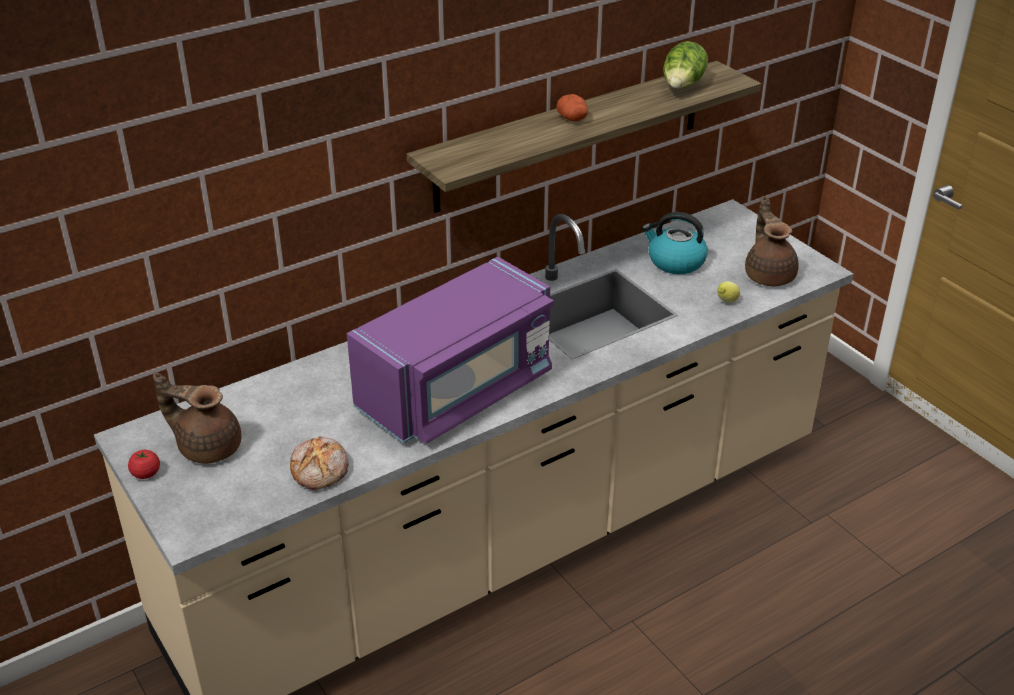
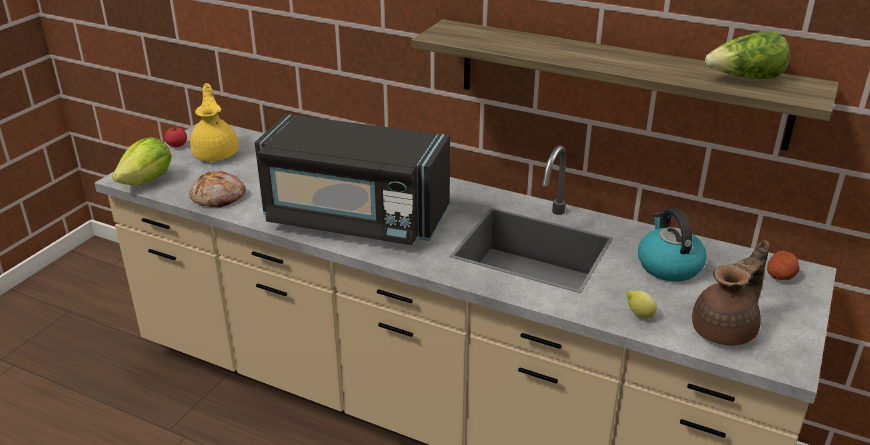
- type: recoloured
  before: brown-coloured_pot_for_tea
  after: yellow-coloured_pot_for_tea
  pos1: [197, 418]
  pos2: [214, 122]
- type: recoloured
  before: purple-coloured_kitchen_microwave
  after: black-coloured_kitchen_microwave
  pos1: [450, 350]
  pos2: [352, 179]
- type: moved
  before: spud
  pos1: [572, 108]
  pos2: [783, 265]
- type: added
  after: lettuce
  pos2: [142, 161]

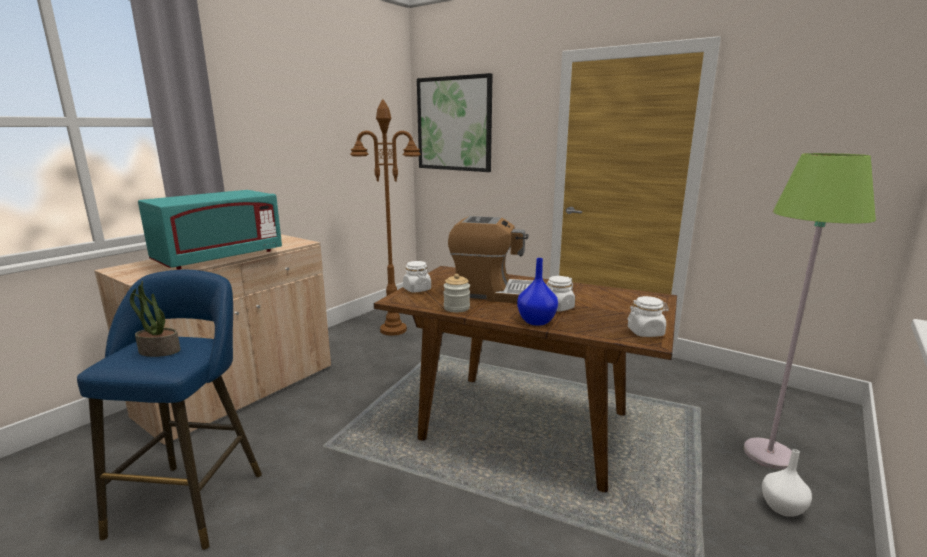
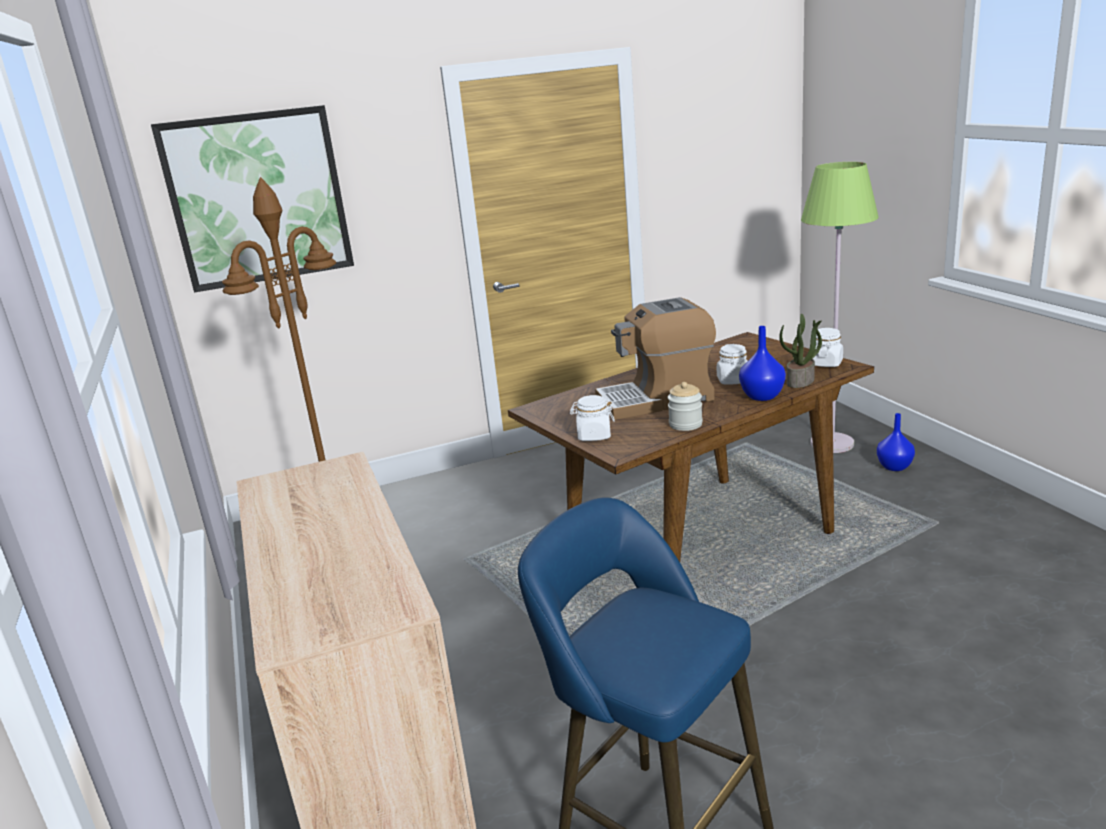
- type: moved
  before: potted_plant
  pos1: [155, 318]
  pos2: [800, 351]
- type: removed
  before: turquoise_kitchen_microwave
  pos1: [210, 230]
- type: turned
  before: coffee_machine
  pos1: [491, 259]
  pos2: [655, 358]
  turn: -150
- type: recoloured
  before: white_decorative_vase
  after: bluish_decorative_vase
  pos1: [787, 483]
  pos2: [896, 442]

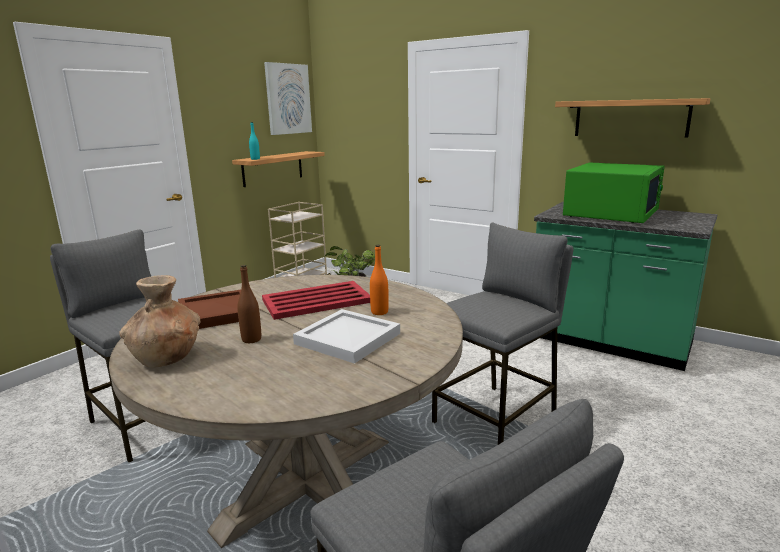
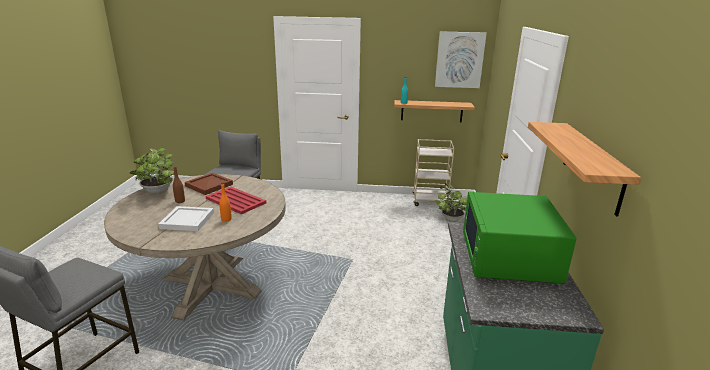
- type: replaced
  before: brown-coloured_decorative_vase
  after: potted_plant
  pos1: [160, 321]
  pos2: [152, 171]
- type: removed
  before: grey_stool
  pos1: [503, 333]
- type: turned
  before: greenish_kitchen_microwave
  pos1: [614, 192]
  pos2: [520, 238]
  turn: 90

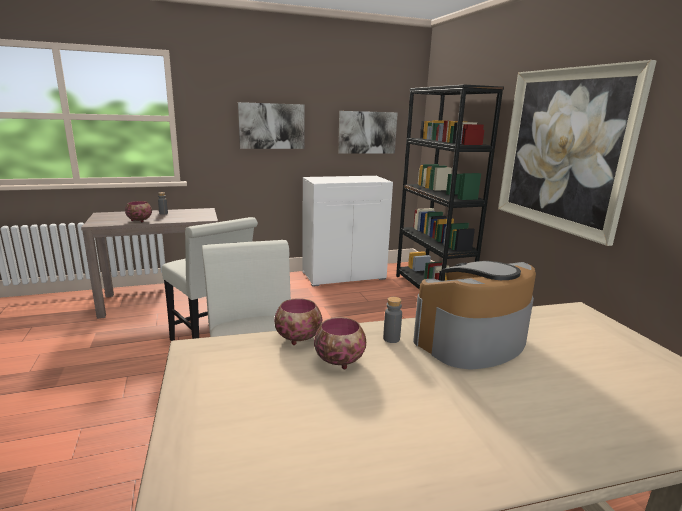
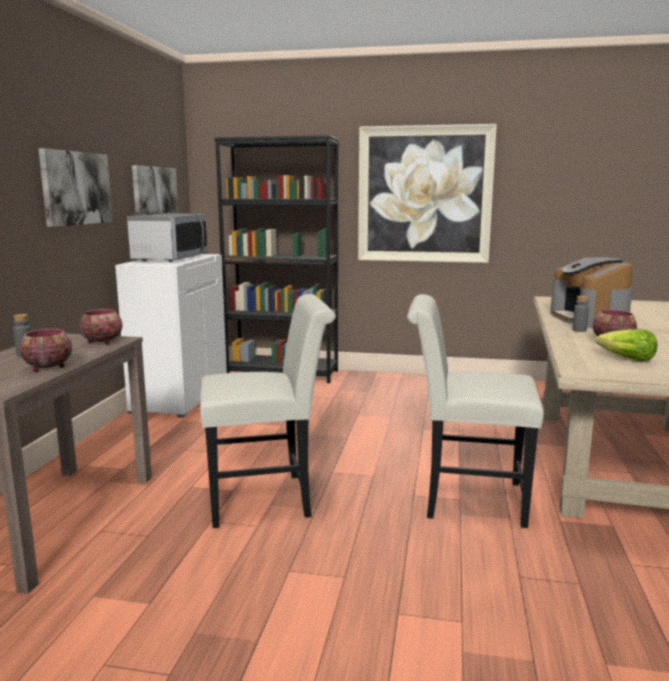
- type: moved
  before: deep_dish
  pos1: [298, 321]
  pos2: [101, 327]
- type: added
  after: kitchen_microwave
  pos2: [167, 238]
- type: added
  after: lettuce
  pos2: [627, 345]

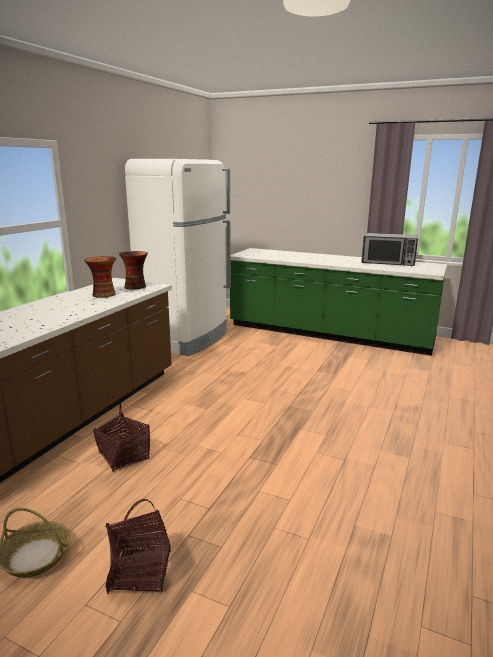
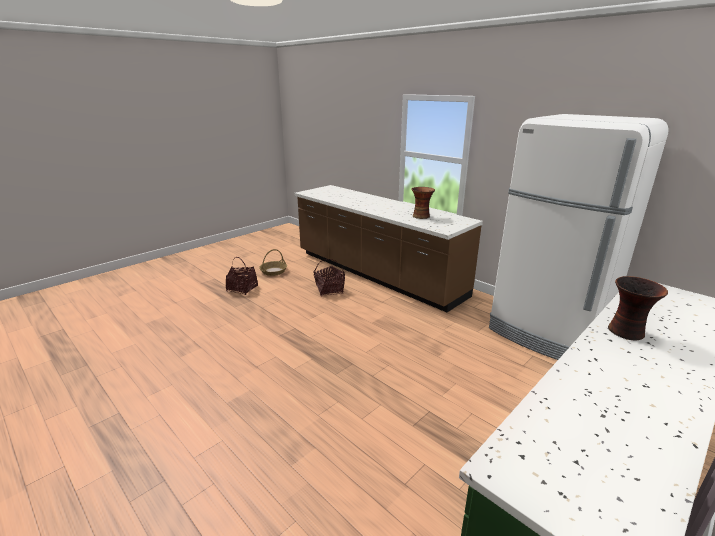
- type: moved
  before: decorative_vase
  pos1: [133, 270]
  pos2: [638, 308]
- type: removed
  before: kitchen_microwave
  pos1: [390, 249]

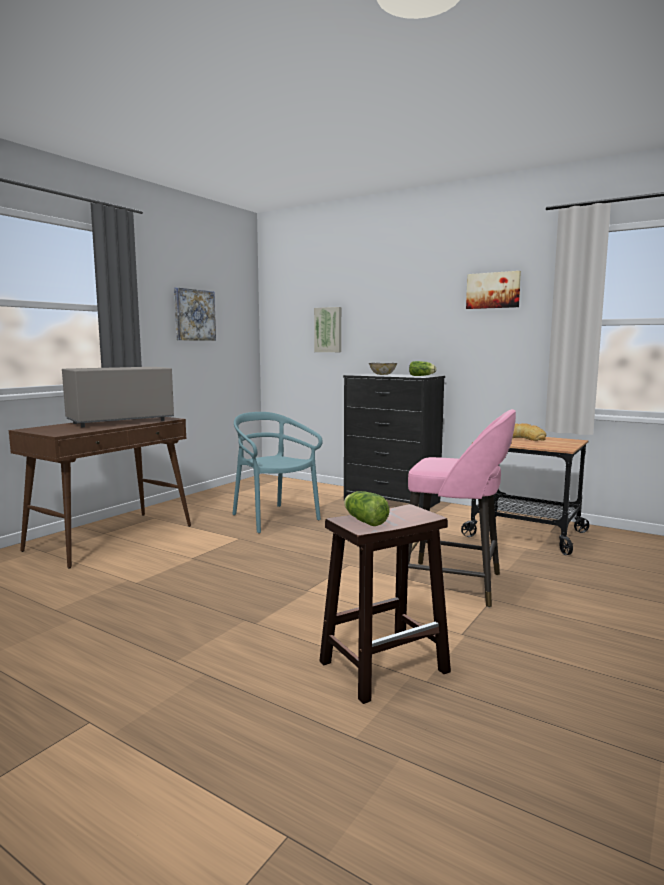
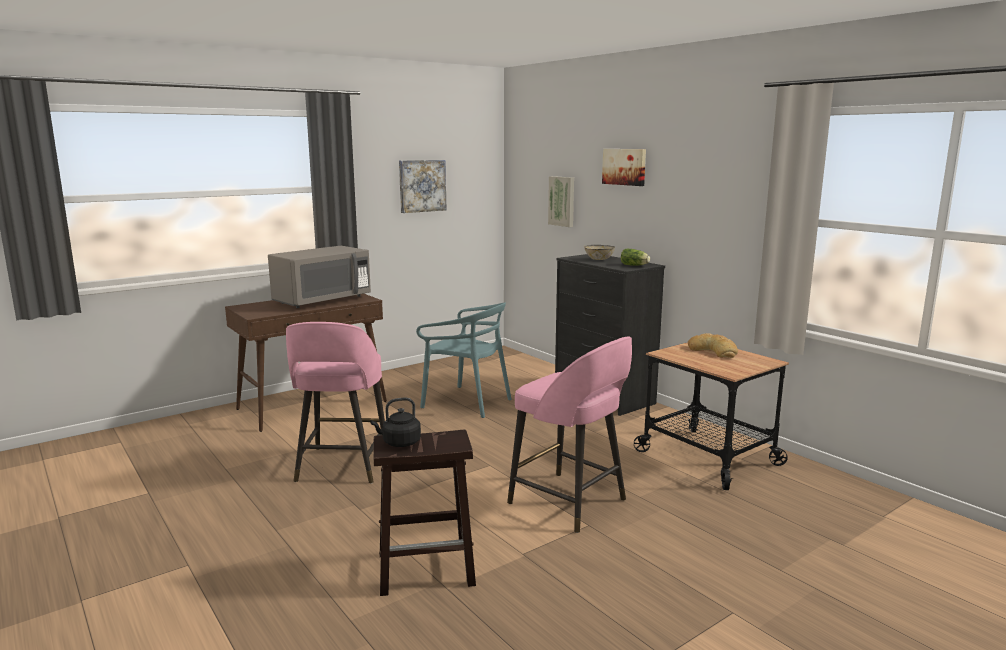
- type: turned
  before: grey_kitchen_microwave
  pos1: [118, 397]
  pos2: [319, 277]
  turn: 150
- type: turned
  before: turquoise_chair
  pos1: [277, 472]
  pos2: [464, 360]
  turn: 135
- type: replaced
  before: lettuce
  after: black-coloured_tea_kettle
  pos1: [367, 508]
  pos2: [395, 422]
- type: moved
  before: wall_art
  pos1: [493, 290]
  pos2: [624, 167]
- type: added
  after: pink_stool
  pos2: [335, 403]

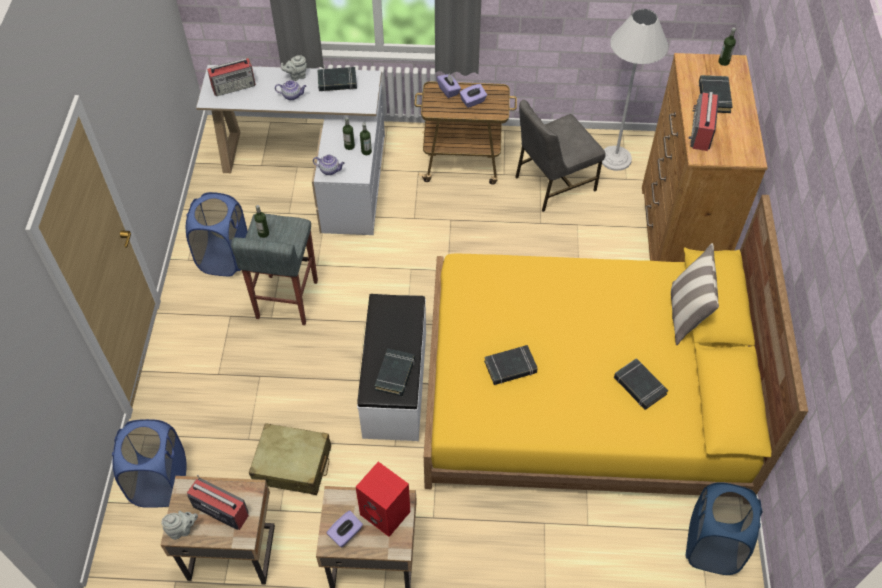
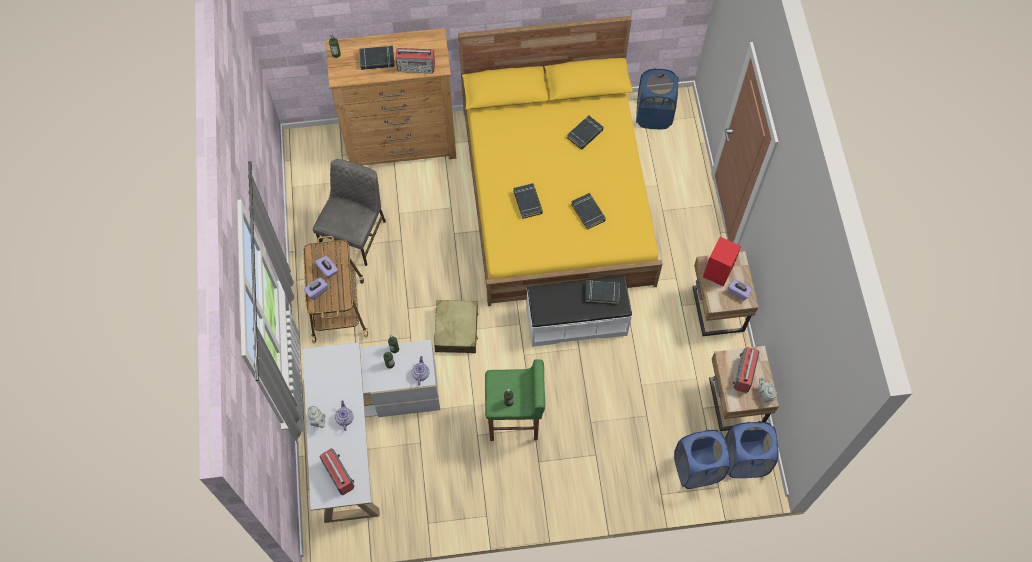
- type: moved
  before: bluish_washing_basket
  pos1: [217, 234]
  pos2: [752, 449]
- type: recoloured
  before: grey_stool
  after: greenish_stool
  pos1: [274, 269]
  pos2: [515, 400]
- type: moved
  before: beige_travel_case
  pos1: [290, 459]
  pos2: [456, 326]
- type: moved
  before: black-coloured_volume
  pos1: [337, 79]
  pos2: [528, 201]
- type: turned
  before: grey_chair
  pos1: [560, 156]
  pos2: [349, 212]
  turn: -120
- type: removed
  before: white_standing_lamp
  pos1: [635, 90]
- type: removed
  before: throw_pillow
  pos1: [695, 294]

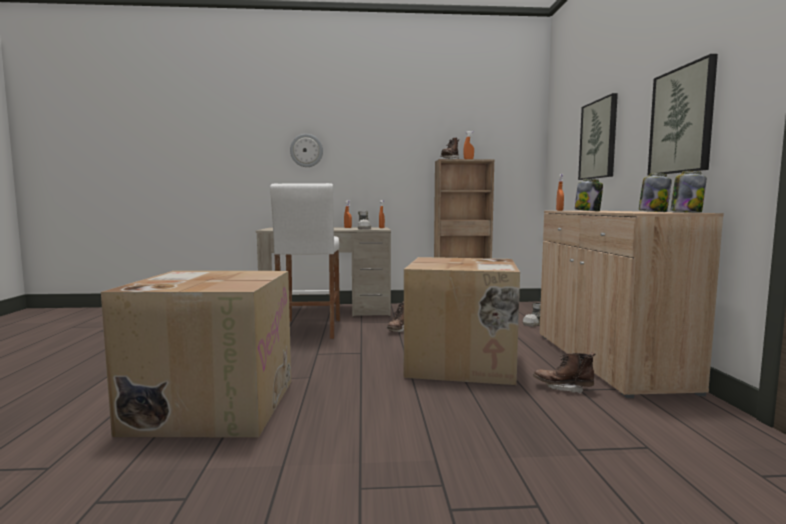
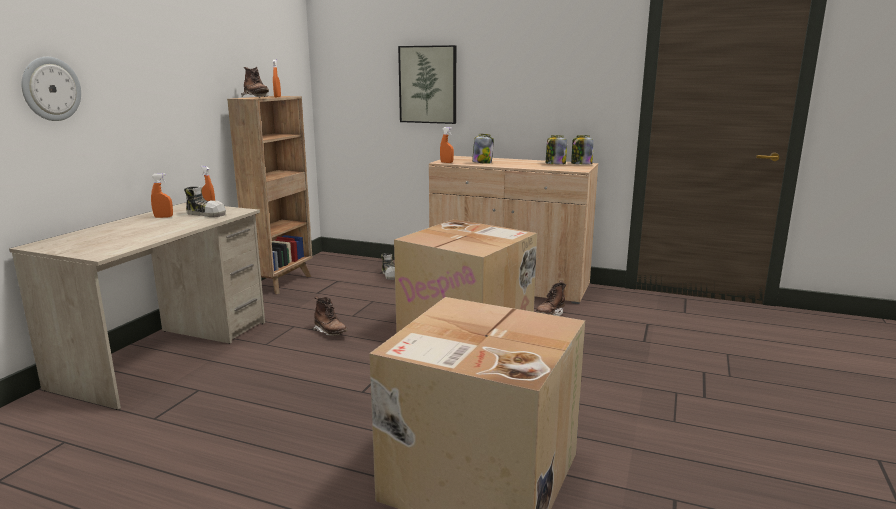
- type: removed
  before: white_stool
  pos1: [305, 261]
- type: removed
  before: wall_art
  pos1: [683, 115]

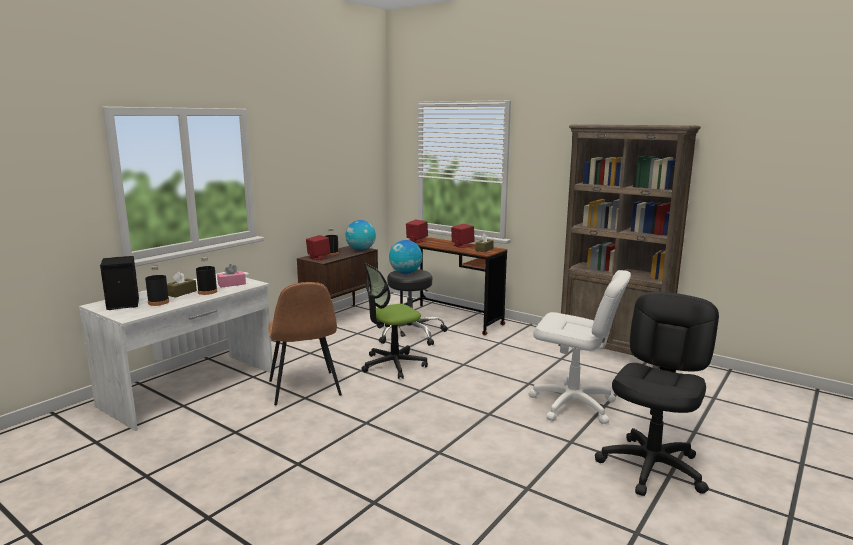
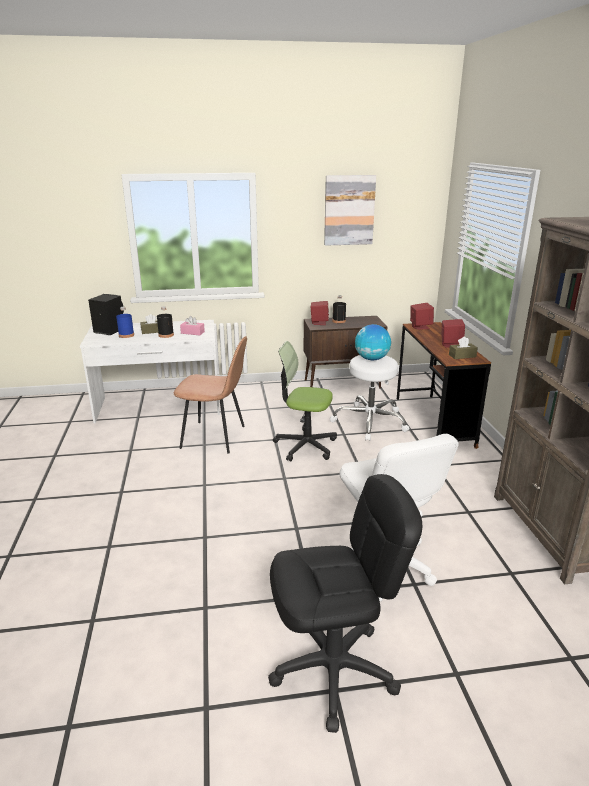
- type: recoloured
  before: black-coloured_beverage_bottle
  after: bluish_beverage_bottle
  pos1: [157, 286]
  pos2: [125, 322]
- type: turned
  before: brown-coloured_chair
  pos1: [305, 343]
  pos2: [210, 395]
  turn: -105
- type: removed
  before: desk_globe
  pos1: [361, 235]
- type: recoloured
  before: black-coloured_stool
  after: white_stool
  pos1: [412, 307]
  pos2: [369, 398]
- type: added
  after: wall_art
  pos2: [350, 210]

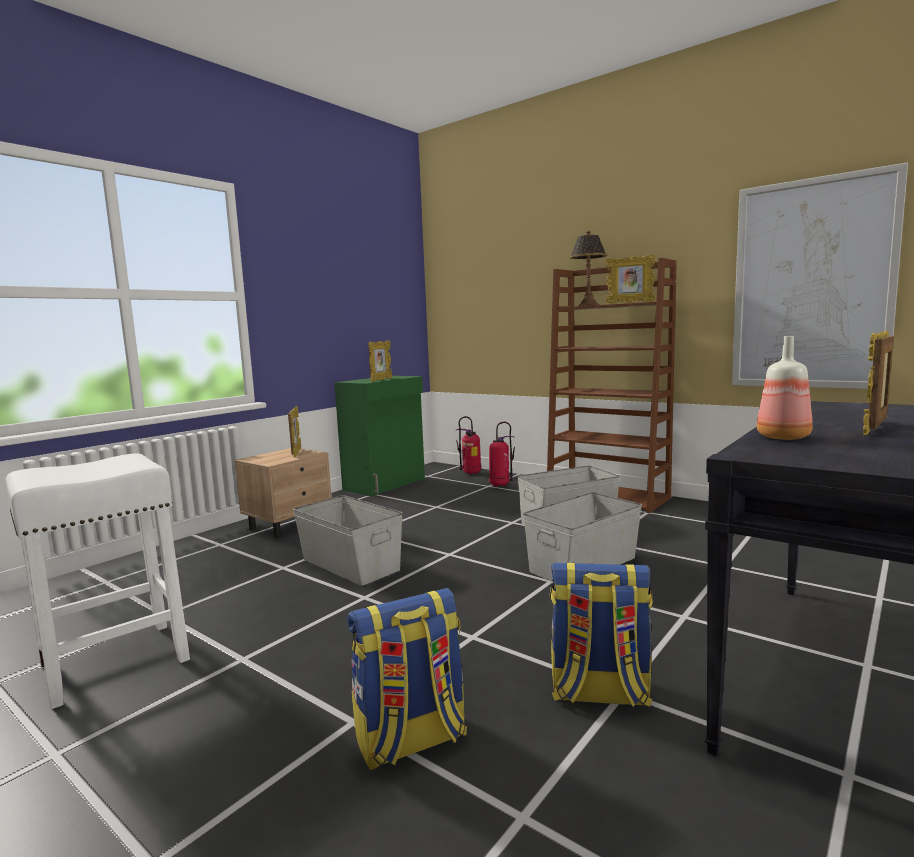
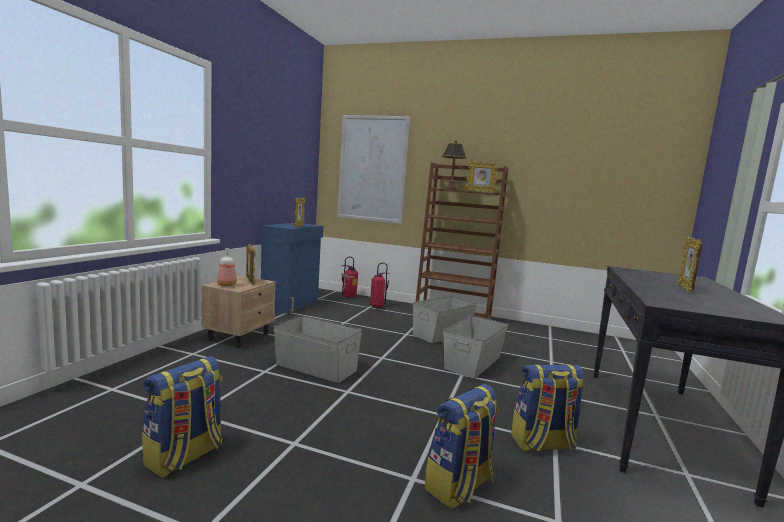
- type: replaced
  before: white_stool
  after: rucksack
  pos1: [97, 581]
  pos2: [182, 417]
- type: recoloured
  before: greenish_cupboard
  after: bluish_cupboard
  pos1: [379, 436]
  pos2: [292, 268]
- type: moved
  before: wall_art
  pos1: [820, 275]
  pos2: [373, 169]
- type: moved
  before: beverage_bottle
  pos1: [785, 388]
  pos2: [227, 267]

